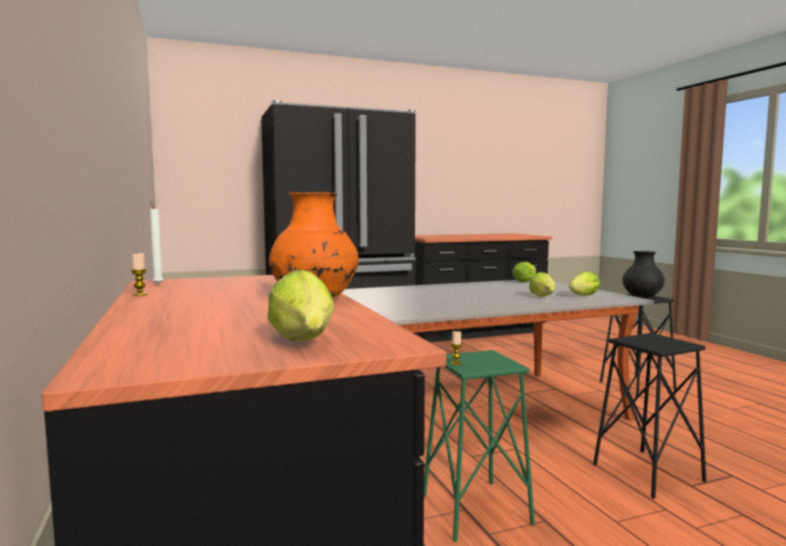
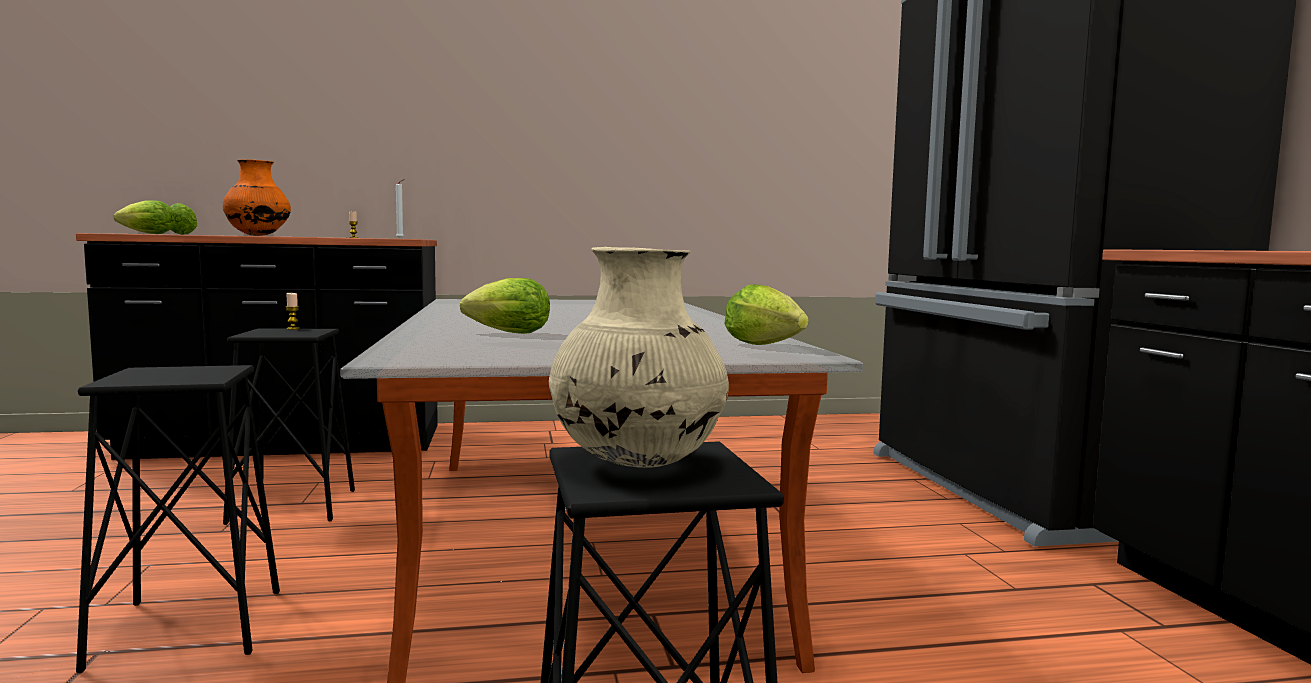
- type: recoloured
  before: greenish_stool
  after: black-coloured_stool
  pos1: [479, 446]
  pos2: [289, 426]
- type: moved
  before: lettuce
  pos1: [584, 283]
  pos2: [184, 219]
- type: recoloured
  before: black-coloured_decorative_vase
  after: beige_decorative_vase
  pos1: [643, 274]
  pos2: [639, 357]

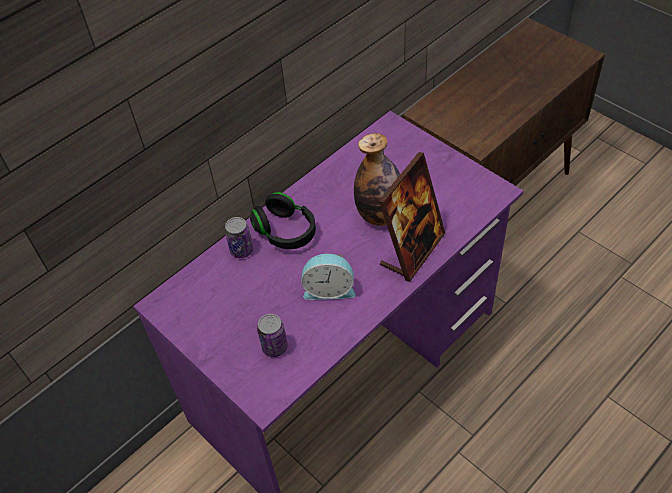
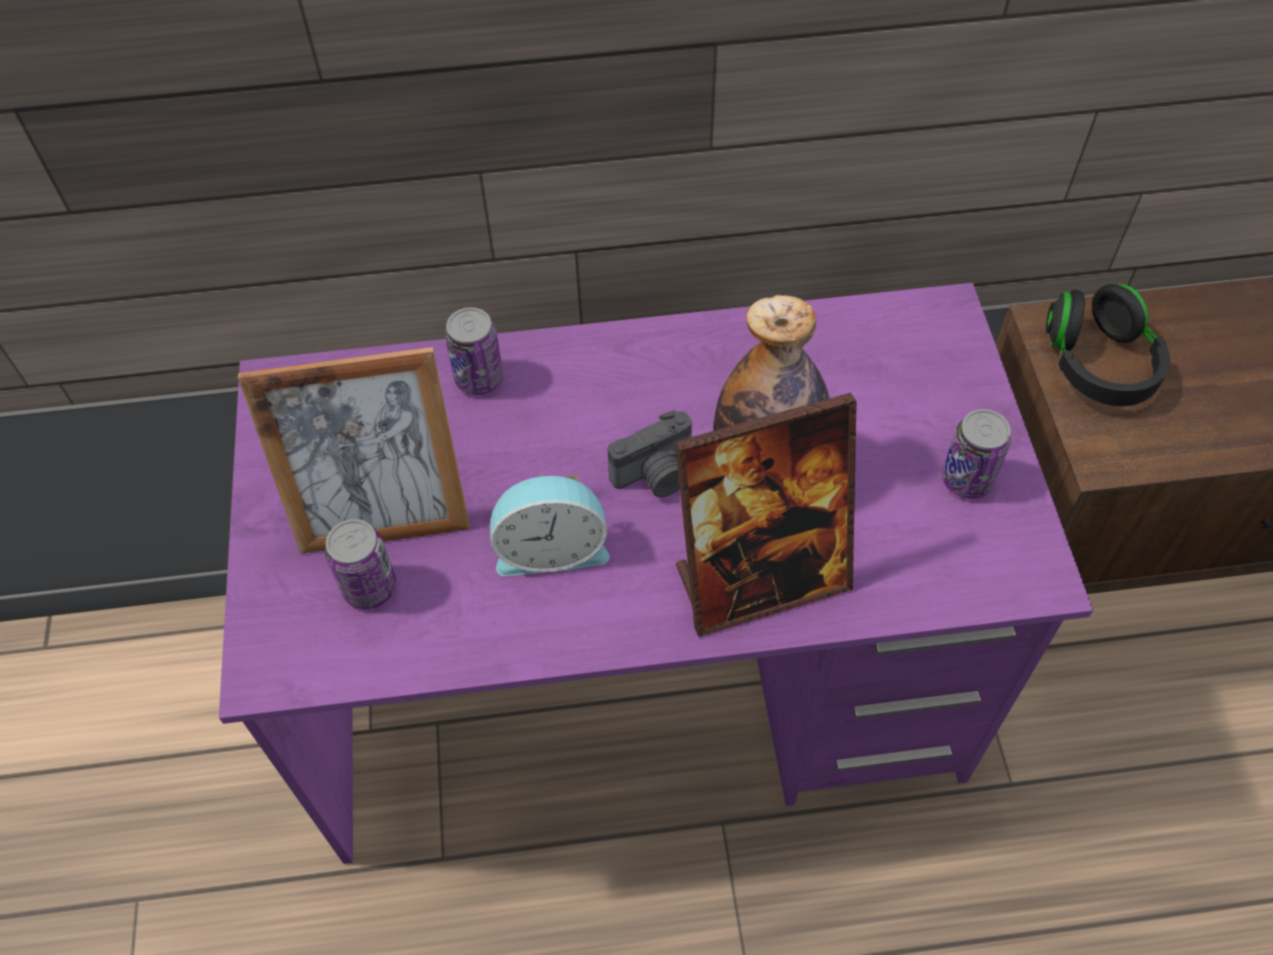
- type: moved
  before: black-coloured_pair_of_headphones
  pos1: [283, 220]
  pos2: [1108, 345]
- type: turned
  before: table_clock
  pos1: [328, 276]
  pos2: [549, 525]
  turn: -45
- type: added
  after: picture_frame
  pos2: [354, 450]
- type: added
  after: photo_camera
  pos2: [650, 453]
- type: added
  after: can
  pos2: [976, 454]

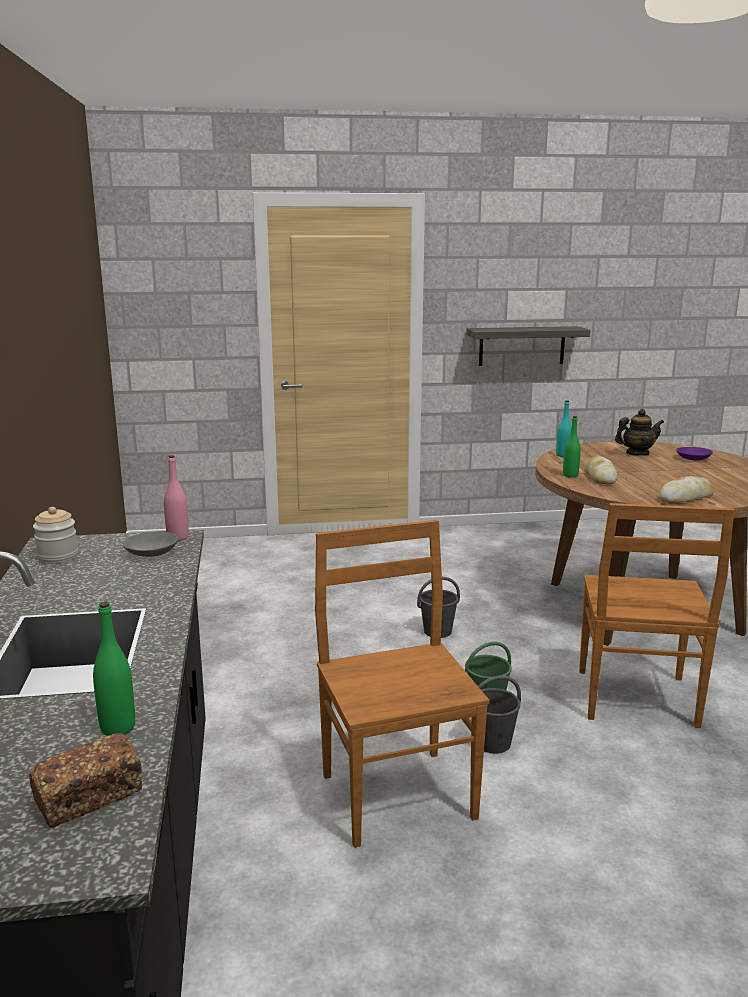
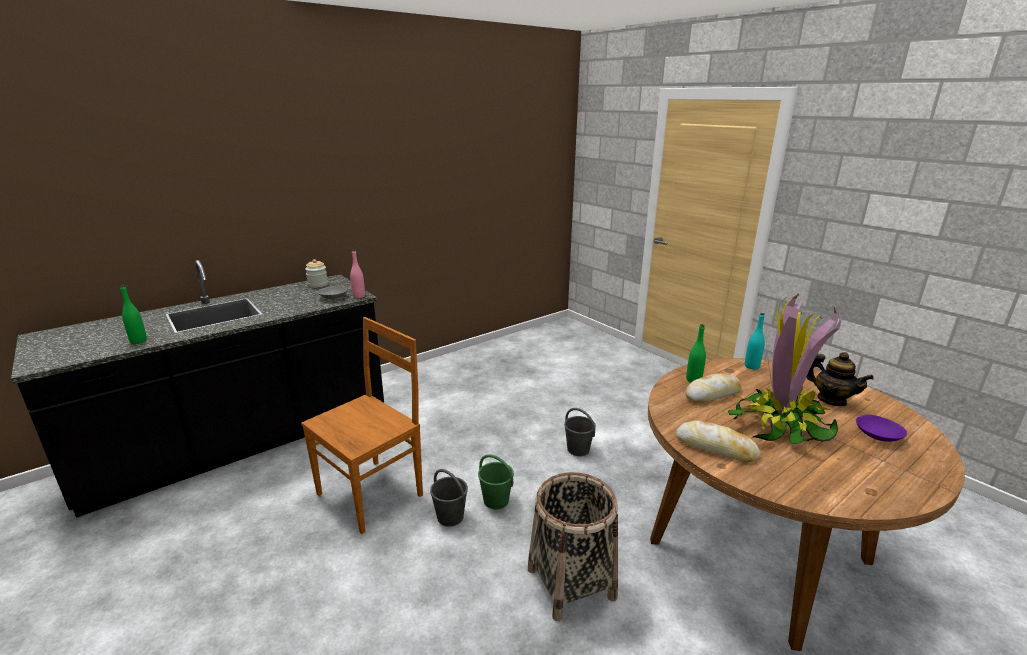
- type: removed
  before: bakery_bread
  pos1: [86, 780]
- type: removed
  before: shelf
  pos1: [528, 346]
- type: replaced
  before: brown-coloured_chair
  after: household_basket
  pos1: [657, 615]
  pos2: [573, 546]
- type: added
  after: potted_plant
  pos2: [784, 367]

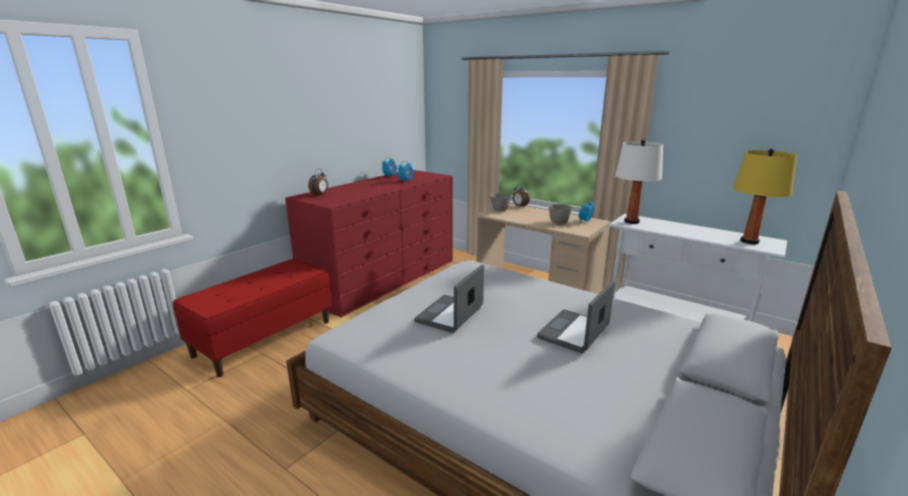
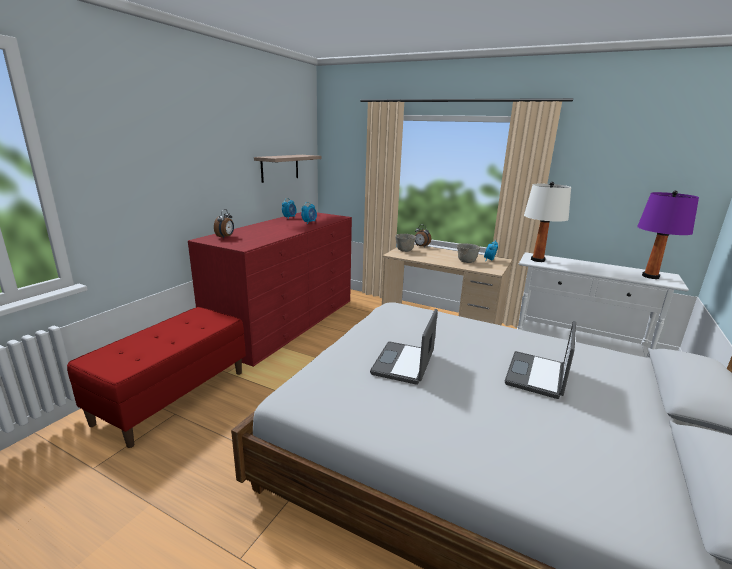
- type: recoloured
  before: yellow-coloured_tabletop_lamp
  after: purple-coloured_tabletop_lamp
  pos1: [765, 196]
  pos2: [668, 235]
- type: added
  after: shelf
  pos2: [287, 169]

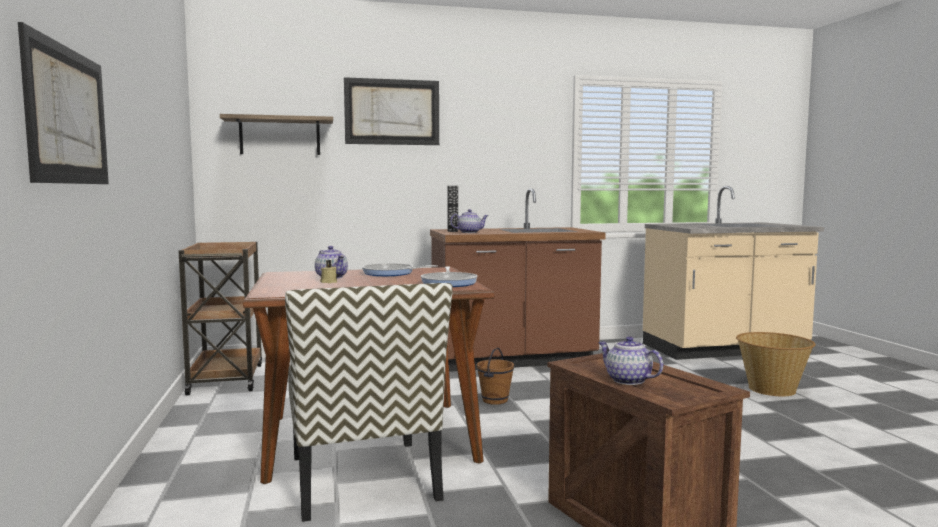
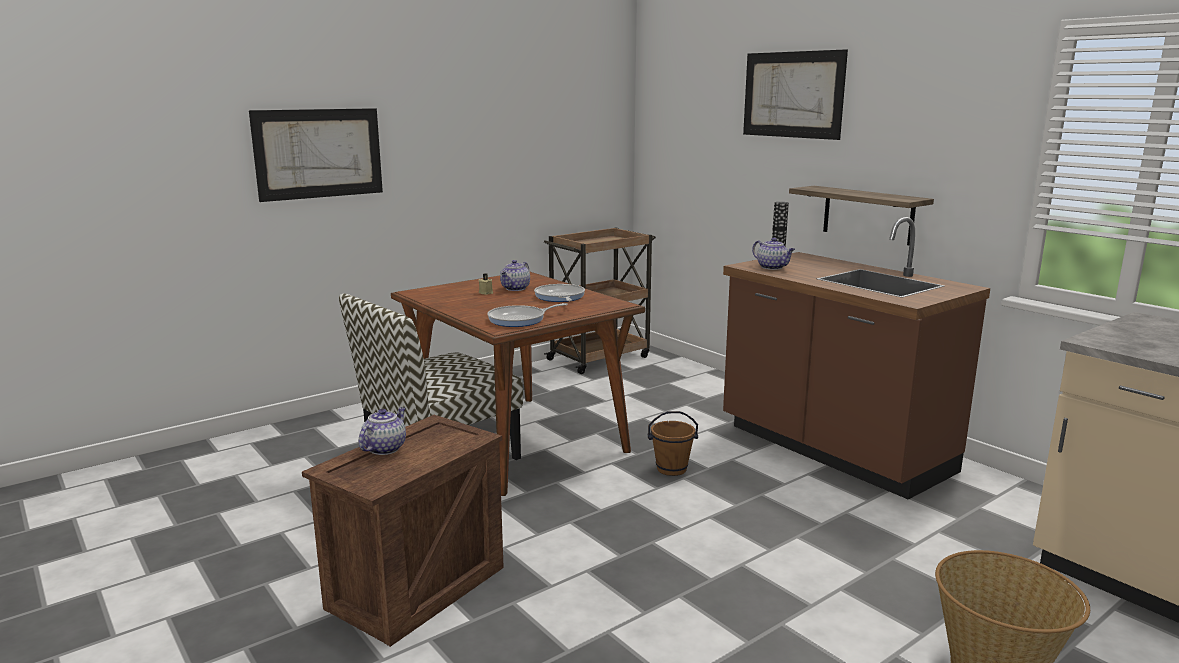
- type: moved
  before: shelf
  pos1: [276, 134]
  pos2: [861, 215]

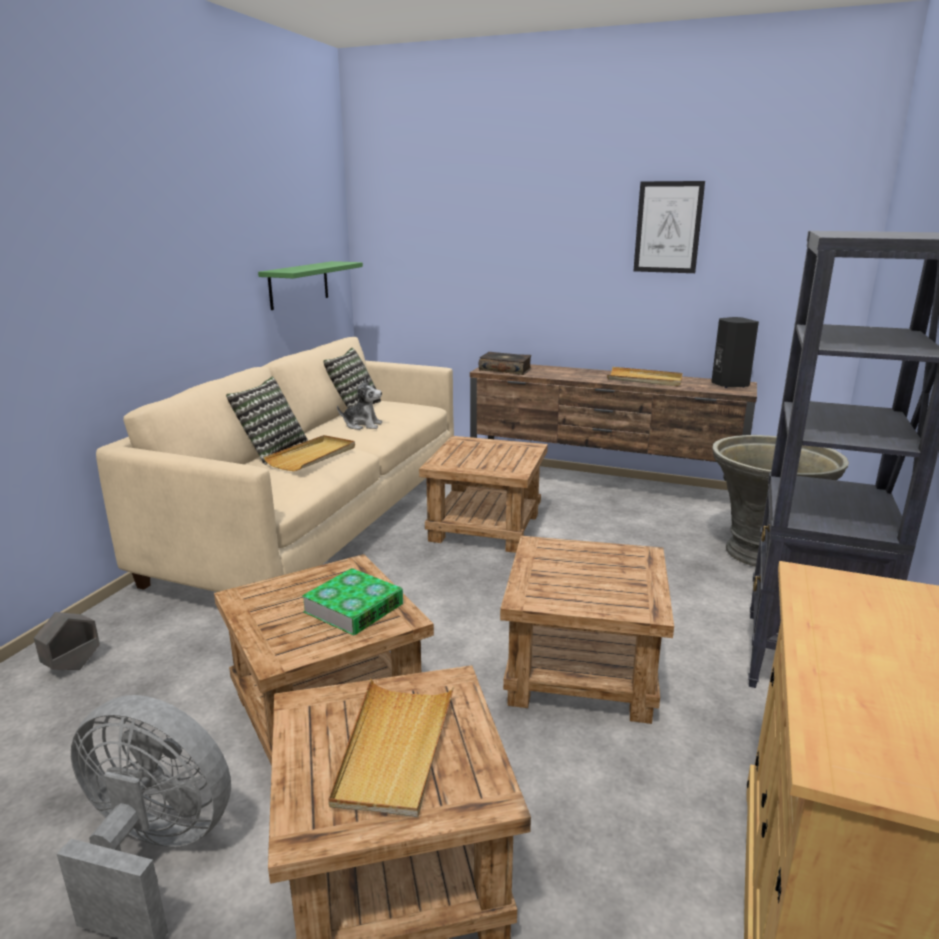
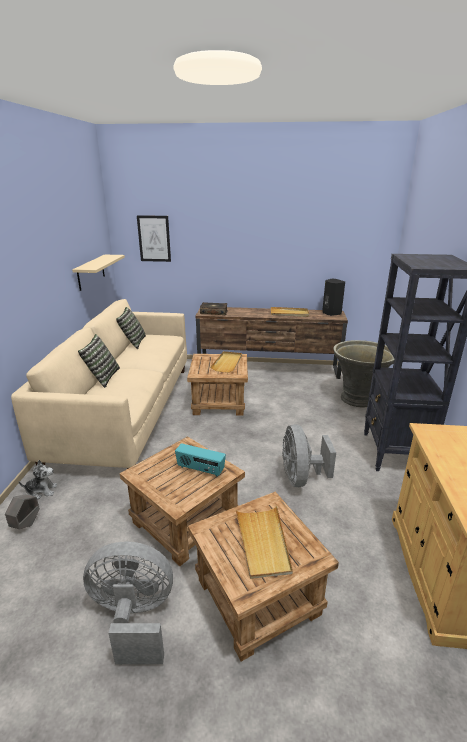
- type: recoloured
  before: greenish_shelf
  after: beige_shelf
  pos1: [310, 285]
  pos2: [98, 273]
- type: moved
  before: beige_carrying_tray
  pos1: [309, 453]
  pos2: [226, 362]
- type: replaced
  before: volume
  after: radio
  pos1: [352, 602]
  pos2: [200, 460]
- type: moved
  before: cuddly_toy
  pos1: [359, 403]
  pos2: [37, 479]
- type: replaced
  before: brown-coloured_accent_table
  after: grey_cooling_fan
  pos1: [587, 630]
  pos2: [309, 455]
- type: moved
  before: wall_art
  pos1: [669, 227]
  pos2: [154, 238]

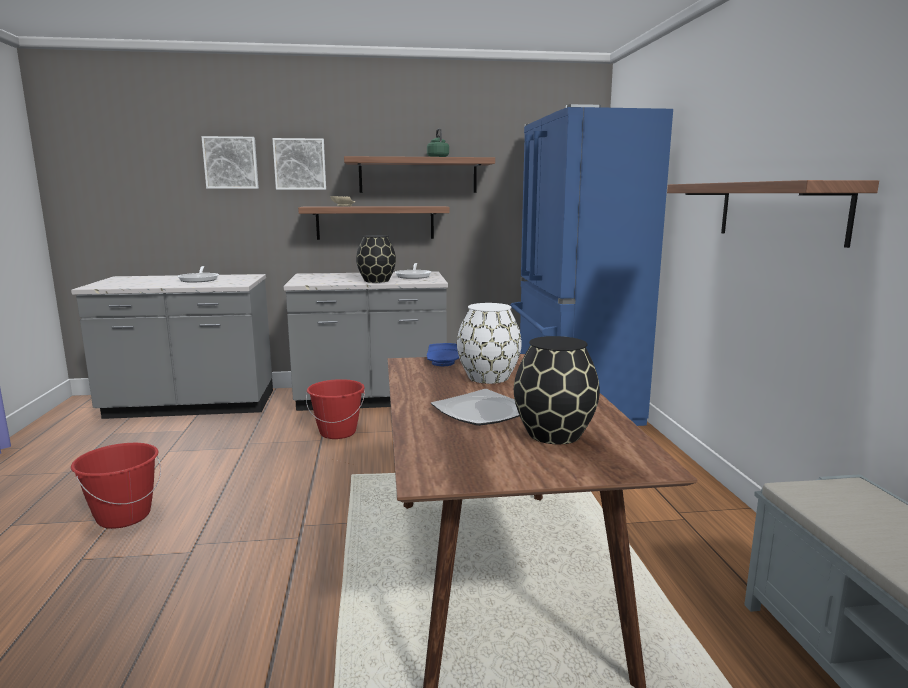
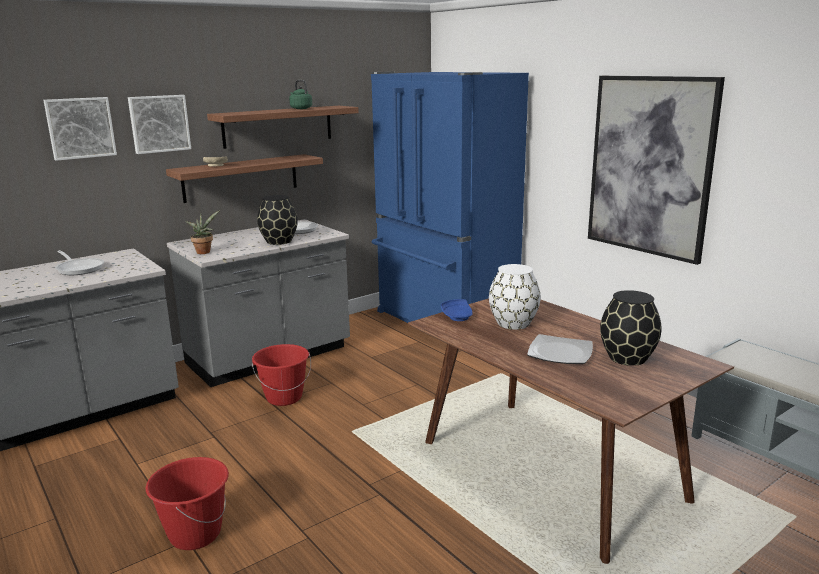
- type: replaced
  before: shelf
  after: wall_art
  pos1: [773, 214]
  pos2: [656, 170]
- type: added
  after: potted_plant
  pos2: [202, 232]

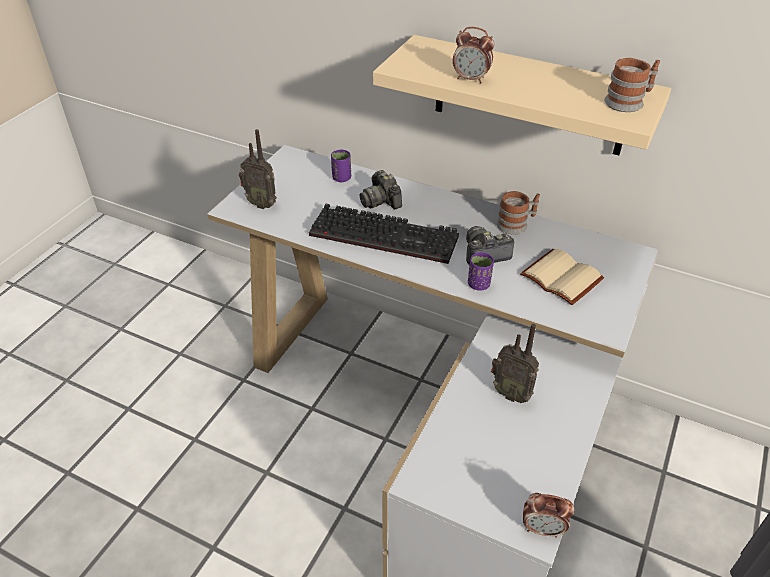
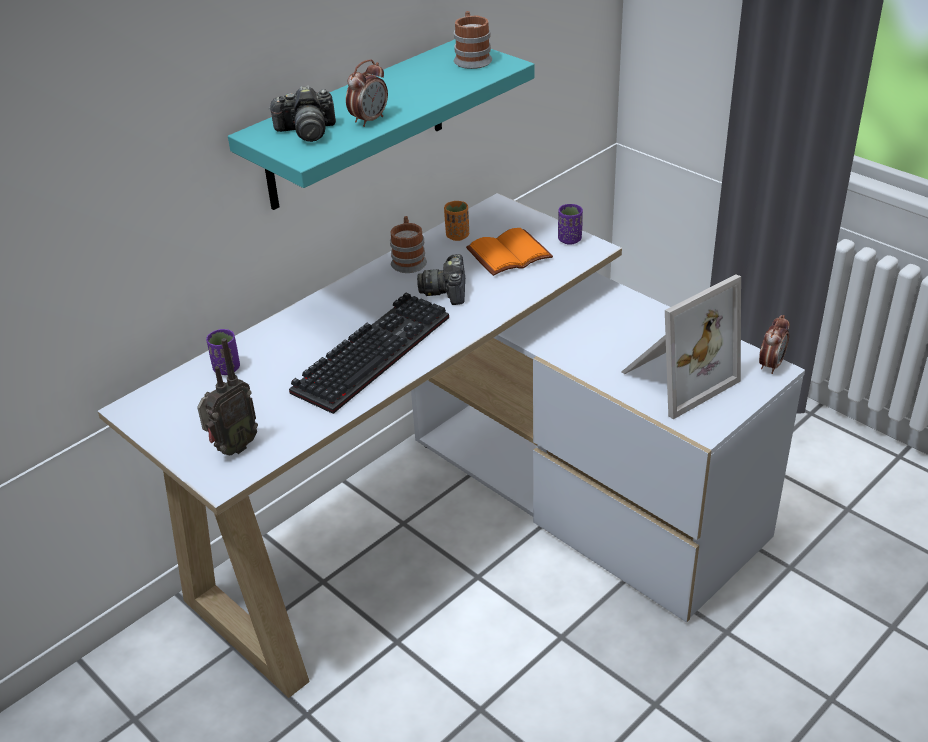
- type: moved
  before: photo_camera
  pos1: [381, 190]
  pos2: [302, 113]
- type: recoloured
  before: beige_shelf
  after: turquoise_shelf
  pos1: [522, 95]
  pos2: [381, 124]
- type: moved
  before: purple-coloured_drinking_cup
  pos1: [481, 271]
  pos2: [570, 224]
- type: removed
  before: radio
  pos1: [515, 363]
- type: recoloured
  before: beige_volume
  after: orange_volume
  pos1: [562, 277]
  pos2: [509, 252]
- type: added
  after: orange_drinking_cup
  pos2: [456, 221]
- type: added
  after: picture_frame
  pos2: [681, 346]

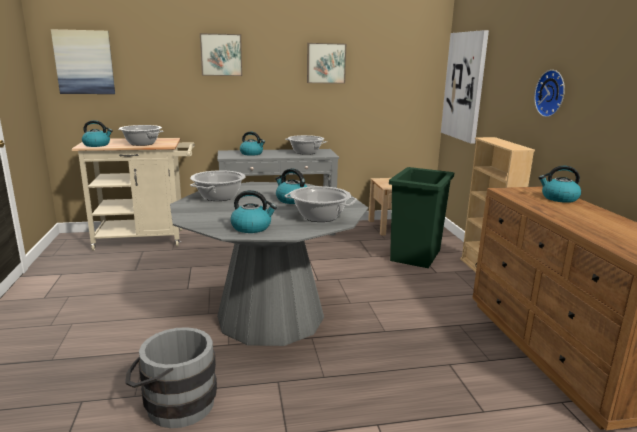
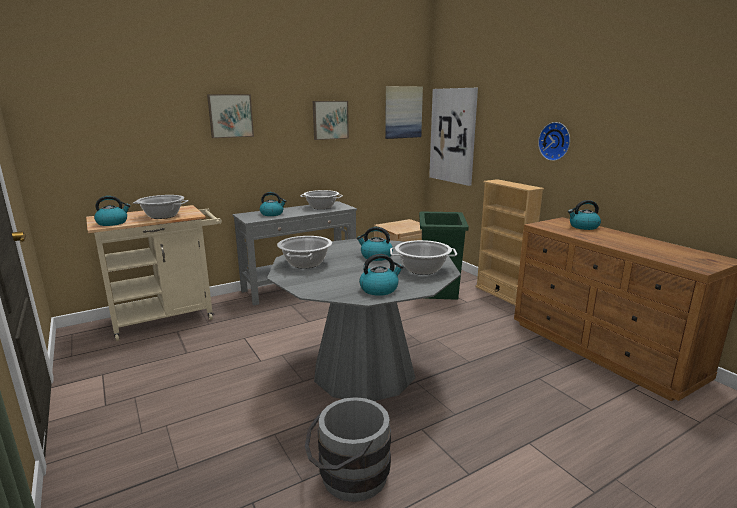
- type: moved
  before: wall_art
  pos1: [83, 61]
  pos2: [404, 112]

